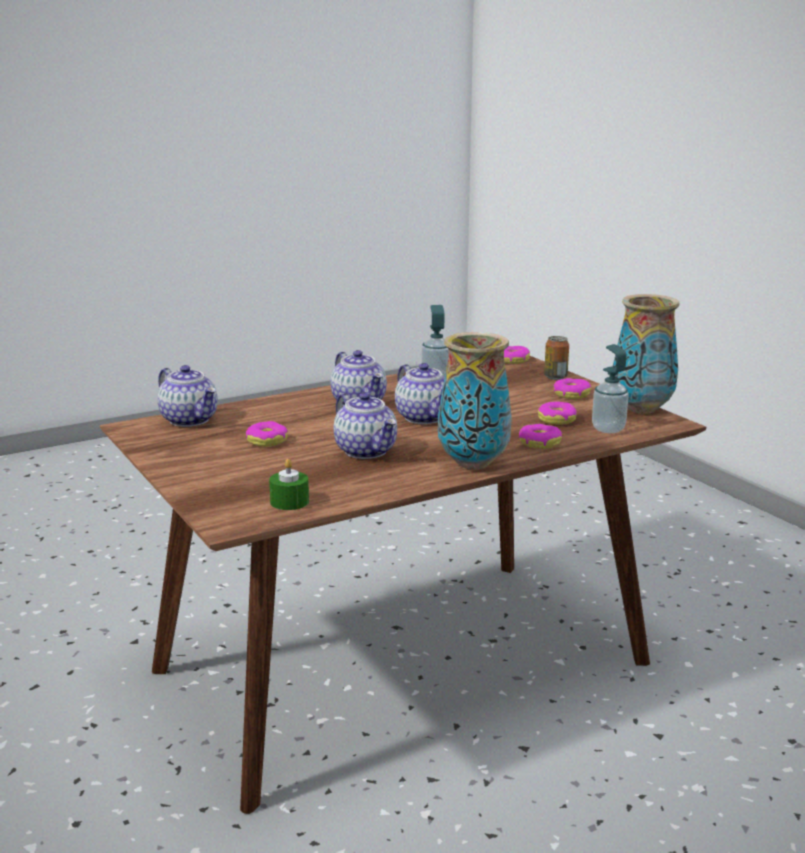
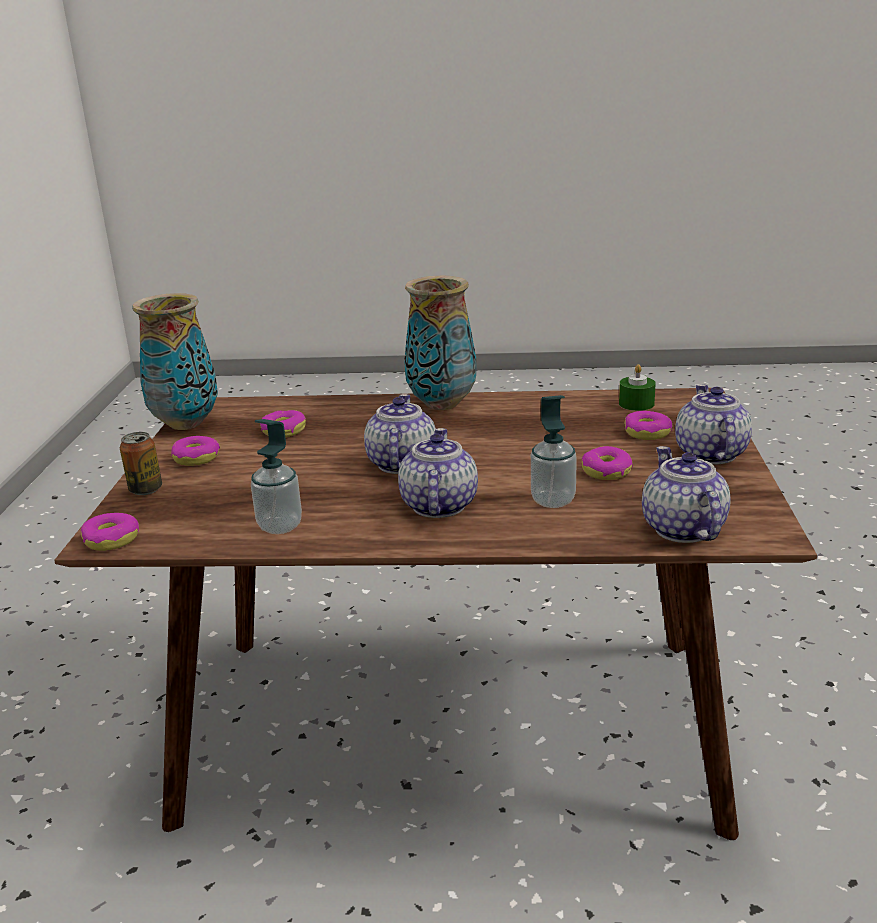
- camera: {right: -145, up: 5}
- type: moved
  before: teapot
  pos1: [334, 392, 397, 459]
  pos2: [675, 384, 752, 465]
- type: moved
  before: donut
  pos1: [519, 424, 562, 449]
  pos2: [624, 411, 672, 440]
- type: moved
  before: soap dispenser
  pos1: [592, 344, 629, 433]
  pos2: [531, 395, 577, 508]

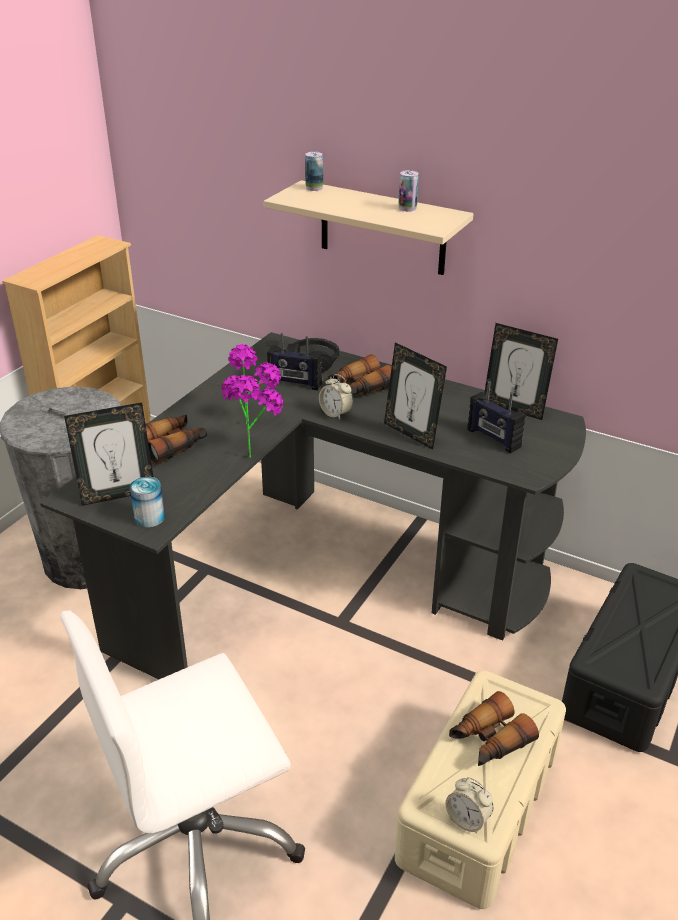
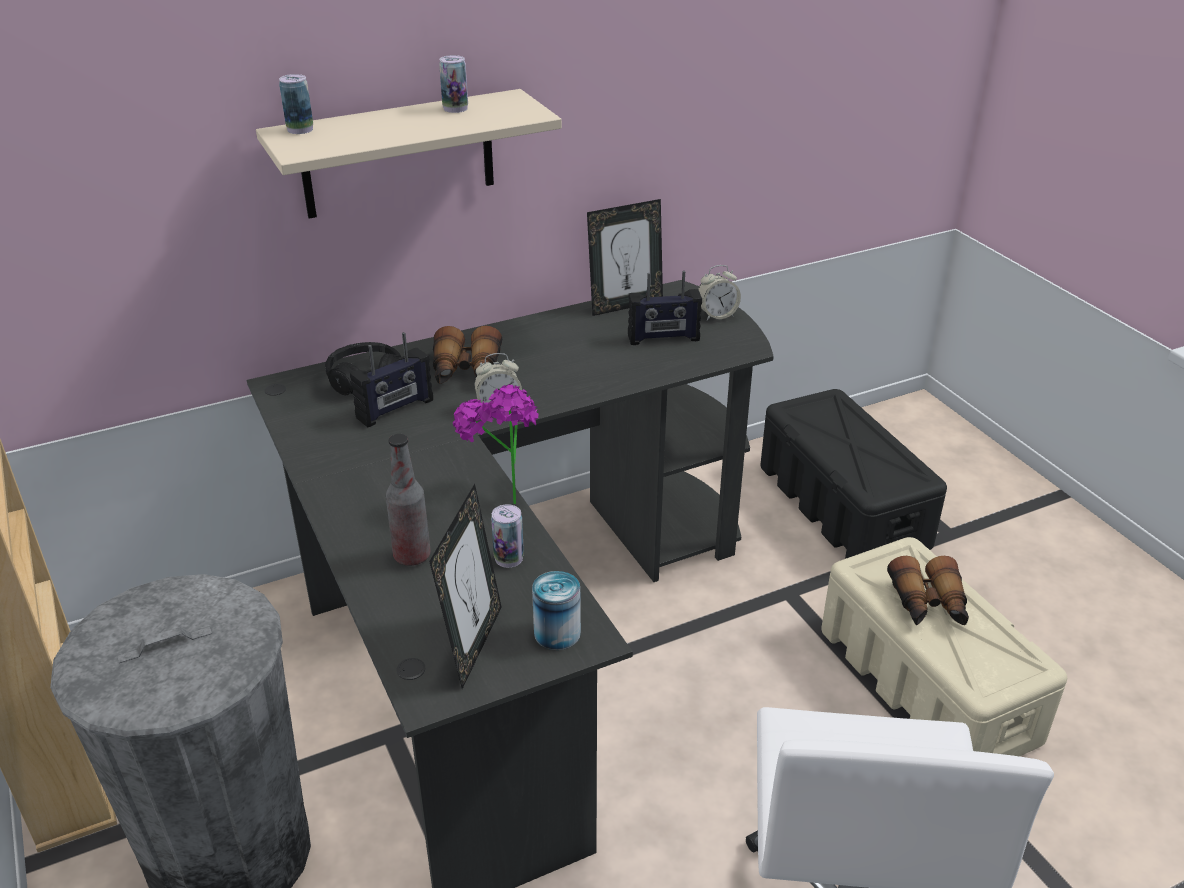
- camera: {right: -55, up: 0}
- type: replaced
  before: binoculars
  after: bottle
  pos1: [145, 414, 207, 465]
  pos2: [386, 434, 431, 566]
- type: removed
  before: potted plant
  pos1: [228, 344, 281, 425]
- type: removed
  before: picture frame
  pos1: [384, 342, 447, 450]
- type: moved
  before: alarm clock
  pos1: [445, 777, 494, 834]
  pos2: [698, 265, 741, 320]
- type: added
  after: can
  pos2: [491, 504, 524, 568]

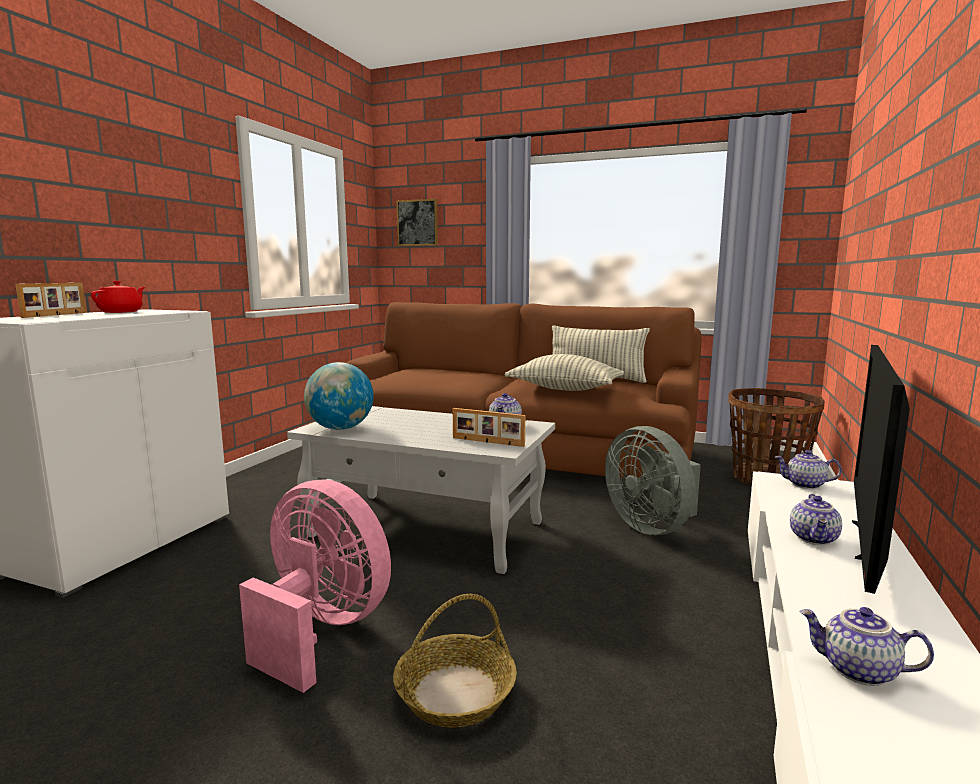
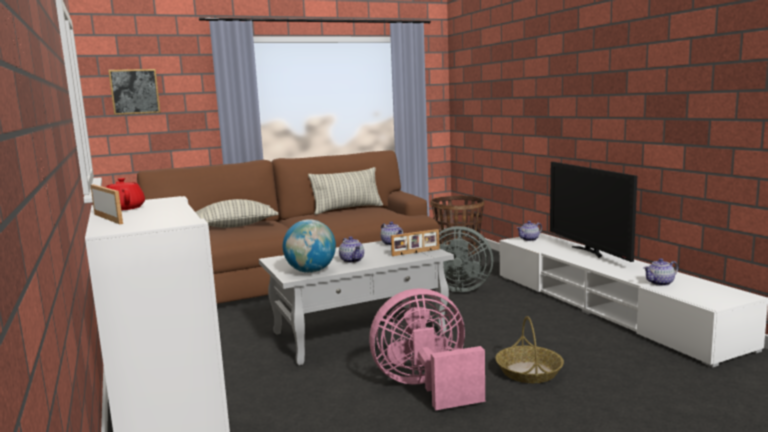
- camera: {right: -45, up: 0}
- type: moved
  before: pillow
  pos1: [505, 354, 624, 391]
  pos2: [196, 199, 279, 228]
- type: moved
  before: teapot
  pos1: [790, 494, 842, 545]
  pos2: [339, 237, 364, 263]

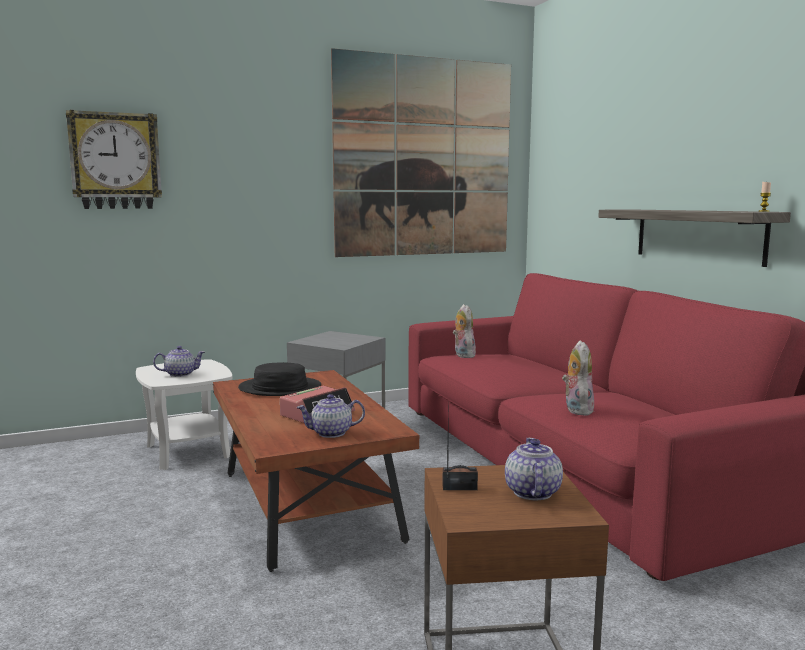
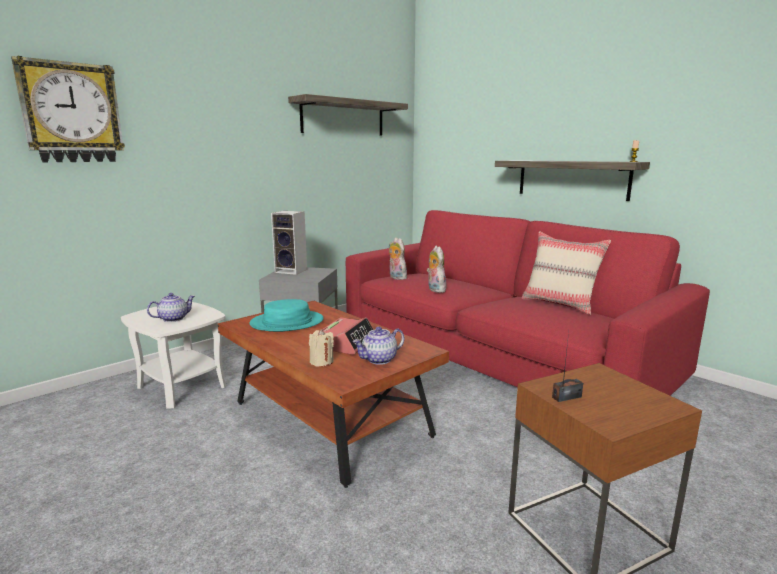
- camera: {right: -20, up: 5}
- type: recoloured
  before: black hat
  after: turquoise hat
  pos1: [238, 362, 321, 396]
  pos2: [250, 299, 324, 332]
- type: replaced
  before: picture
  after: shelf
  pos1: [331, 48, 511, 257]
  pos2: [288, 94, 408, 136]
- type: removed
  before: teapot
  pos1: [505, 438, 563, 500]
- type: moved
  before: plush toy
  pos1: [562, 340, 594, 416]
  pos2: [427, 246, 447, 293]
- type: added
  after: speaker
  pos2: [271, 211, 307, 275]
- type: added
  after: beige candle
  pos2: [309, 329, 334, 366]
- type: added
  after: beige pillow
  pos2: [521, 232, 611, 315]

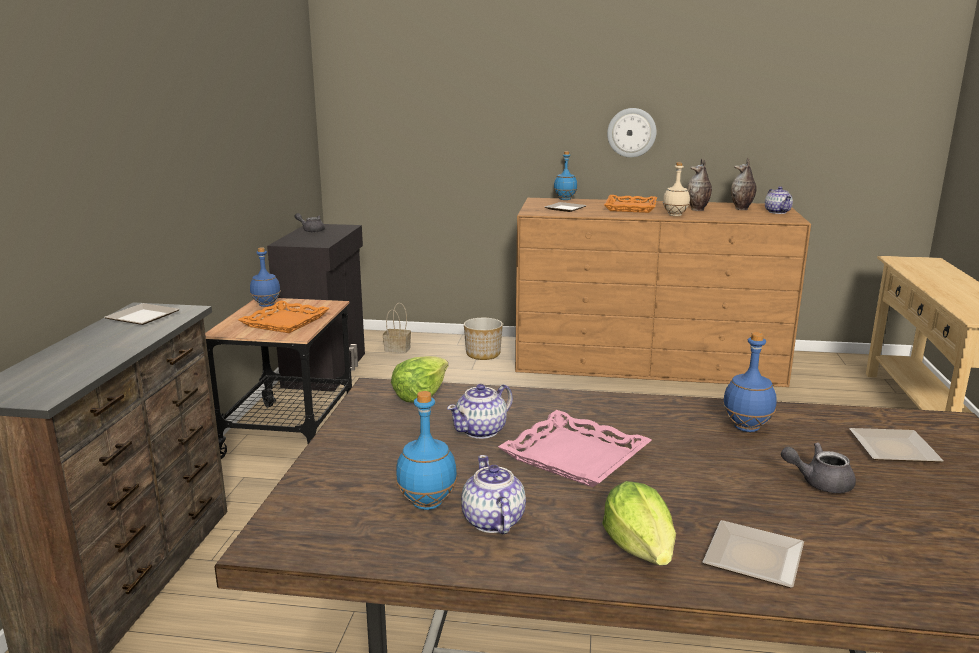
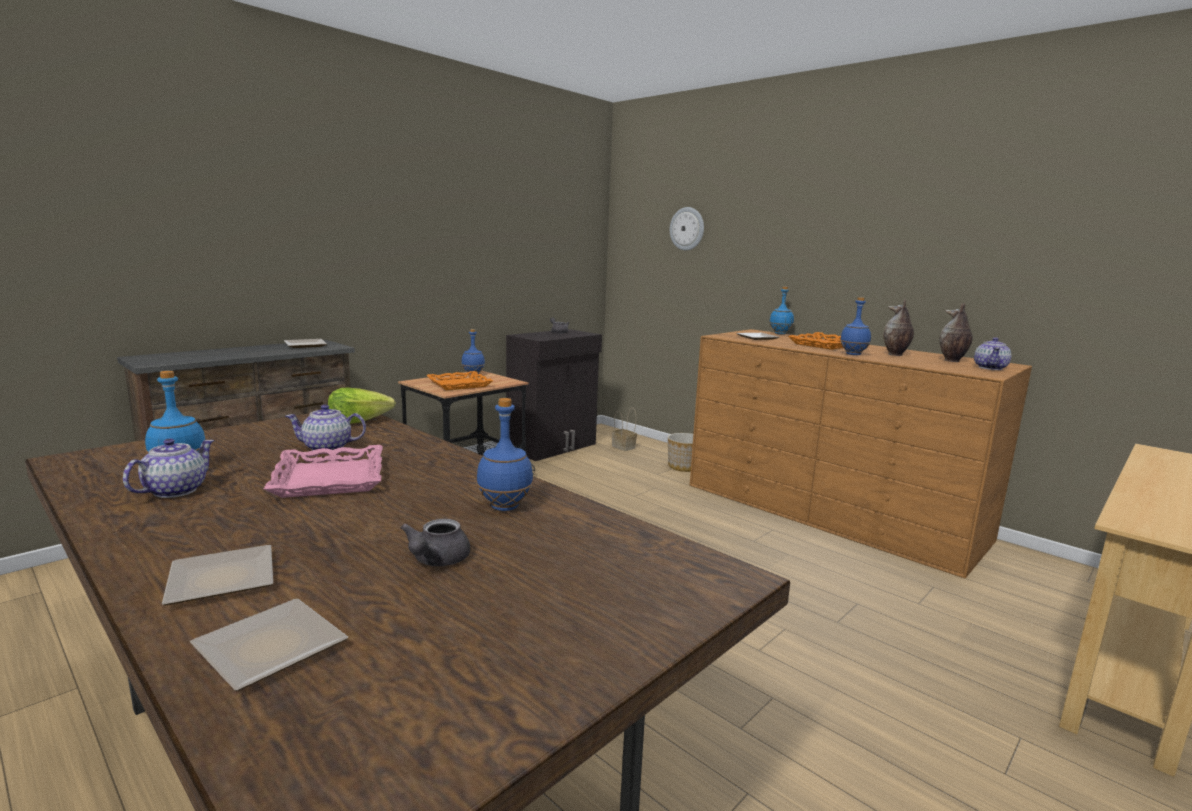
- camera: {right: 35, up: -5}
- type: removed
  before: lettuce
  pos1: [602, 481, 676, 565]
- type: moved
  before: wall clock
  pos1: [607, 108, 657, 158]
  pos2: [670, 207, 704, 250]
- type: recoloured
  before: beige bottle
  after: blue bottle
  pos1: [663, 162, 690, 216]
  pos2: [840, 297, 871, 355]
- type: turned
  before: grey teapot
  pos1: [781, 442, 856, 493]
  pos2: [400, 519, 470, 566]
  turn: -120
- type: moved
  before: plate
  pos1: [849, 428, 944, 462]
  pos2: [190, 599, 348, 691]

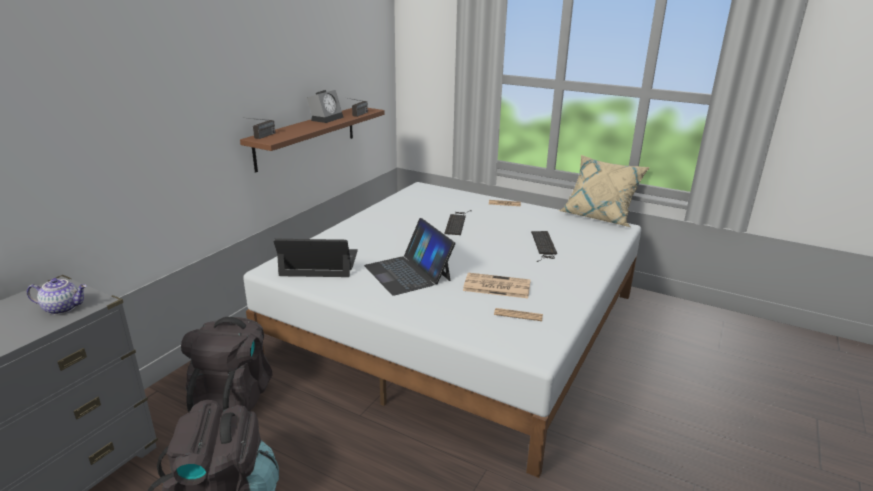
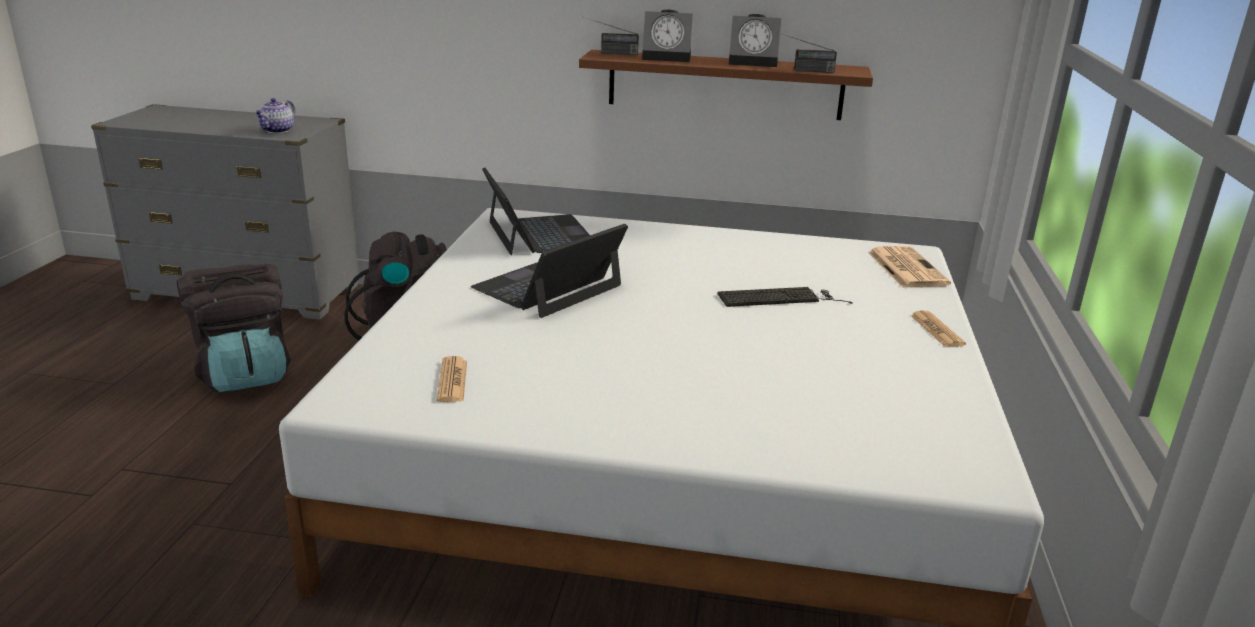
- camera: {right: 70, up: 0}
- type: turned
  before: teapot
  pos1: [27, 278, 87, 315]
  pos2: [254, 98, 295, 134]
  turn: 45
- type: moved
  before: newspaper
  pos1: [463, 273, 531, 298]
  pos2: [868, 246, 951, 288]
- type: removed
  before: keyboard
  pos1: [531, 231, 557, 262]
- type: removed
  before: beige pillow
  pos1: [558, 155, 650, 227]
- type: added
  after: alarm clock
  pos2: [642, 10, 693, 62]

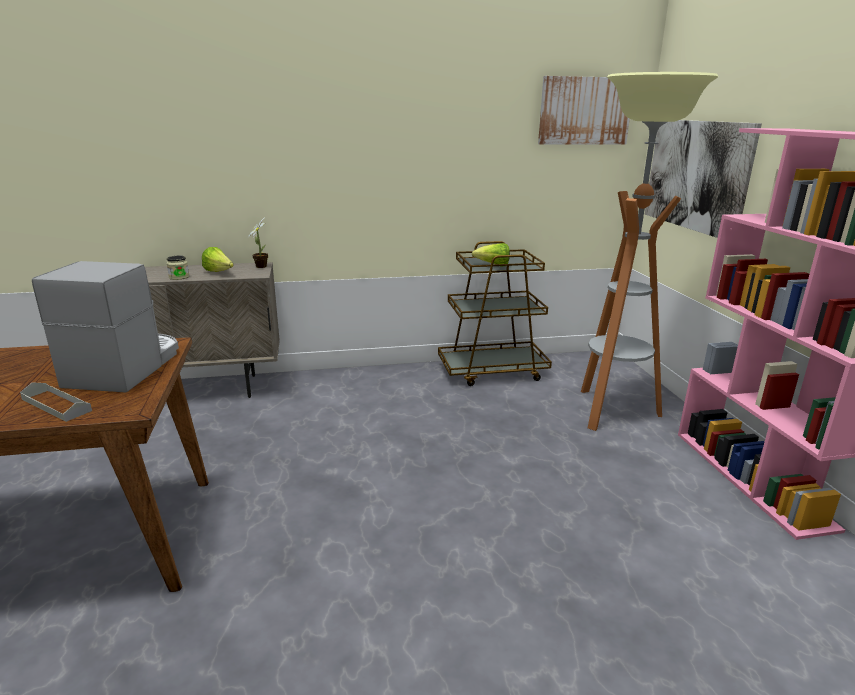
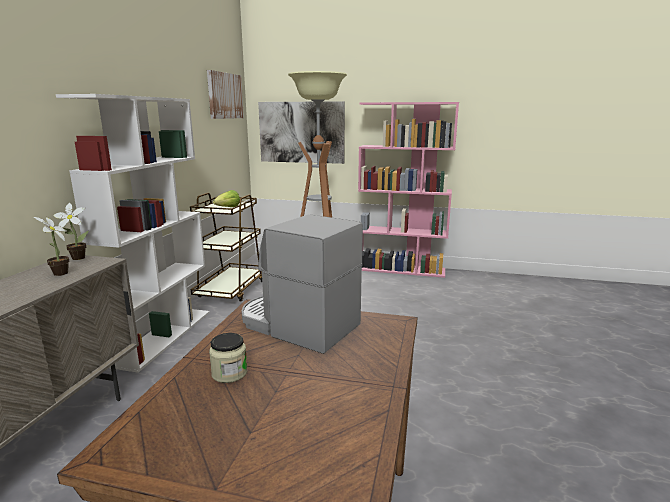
- camera: {right: -65, up: -5}
- type: removed
  before: grey tray
  pos1: [20, 382, 92, 422]
- type: moved
  before: jar
  pos1: [167, 256, 189, 280]
  pos2: [209, 333, 248, 383]
- type: replaced
  before: lettuce
  after: potted plant
  pos1: [202, 247, 234, 272]
  pos2: [34, 217, 70, 276]
- type: added
  after: white bookcase
  pos2: [56, 94, 210, 373]

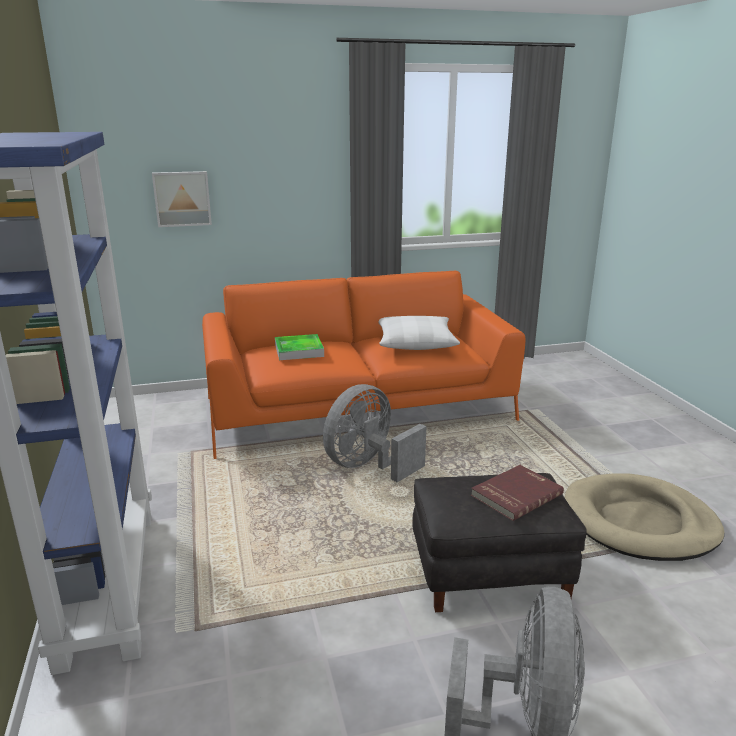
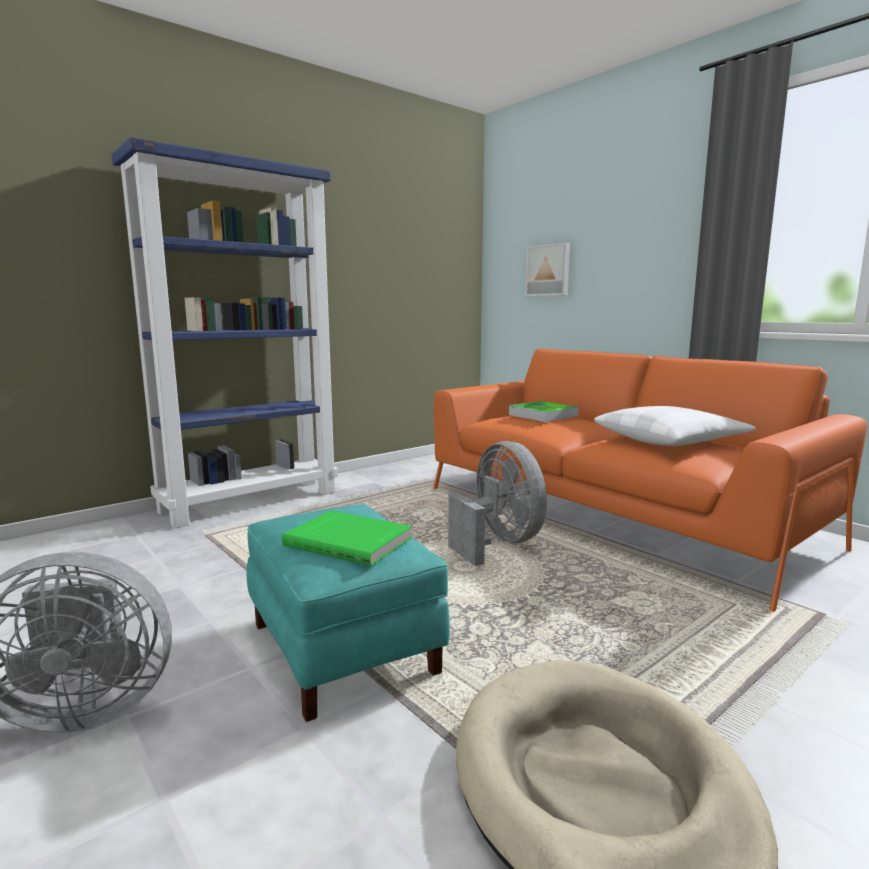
- camera: {right: 65, up: -10}
- type: turned
  before: grey fan
  pos1: [323, 384, 426, 482]
  pos2: [448, 441, 547, 566]
  turn: 45
- type: recoloured
  before: black ottoman
  after: turquoise ottoman
  pos1: [412, 473, 587, 612]
  pos2: [246, 504, 450, 722]
- type: recoloured
  before: red book
  after: green book
  pos1: [471, 465, 564, 521]
  pos2: [282, 510, 412, 566]

